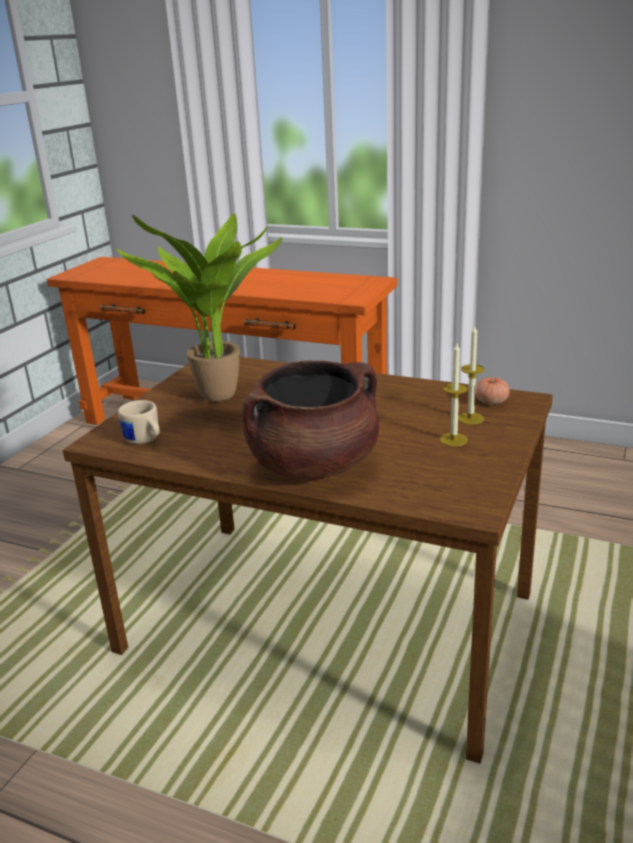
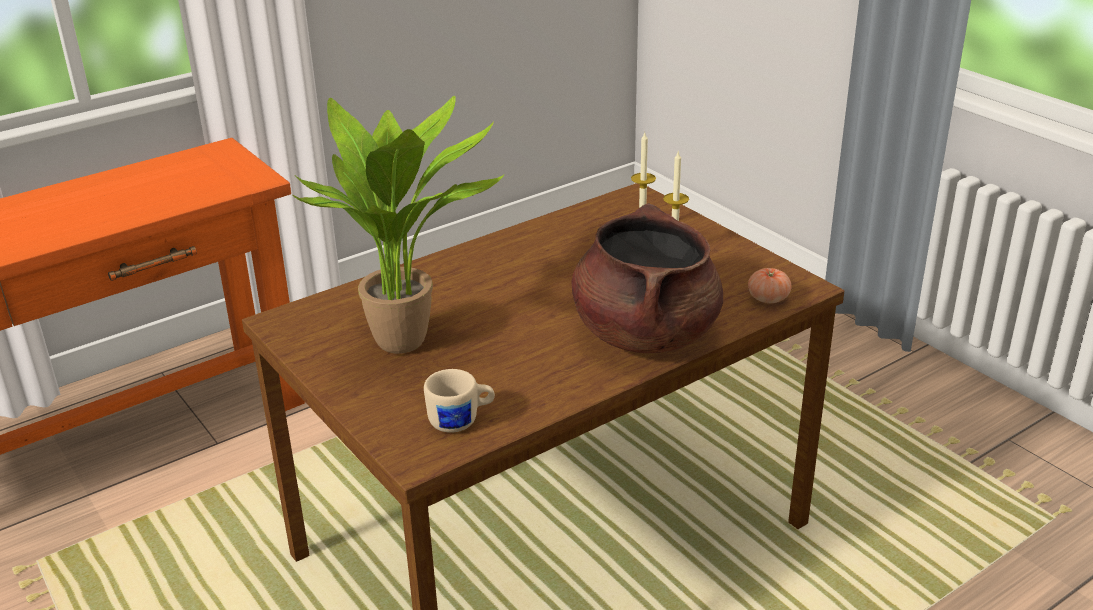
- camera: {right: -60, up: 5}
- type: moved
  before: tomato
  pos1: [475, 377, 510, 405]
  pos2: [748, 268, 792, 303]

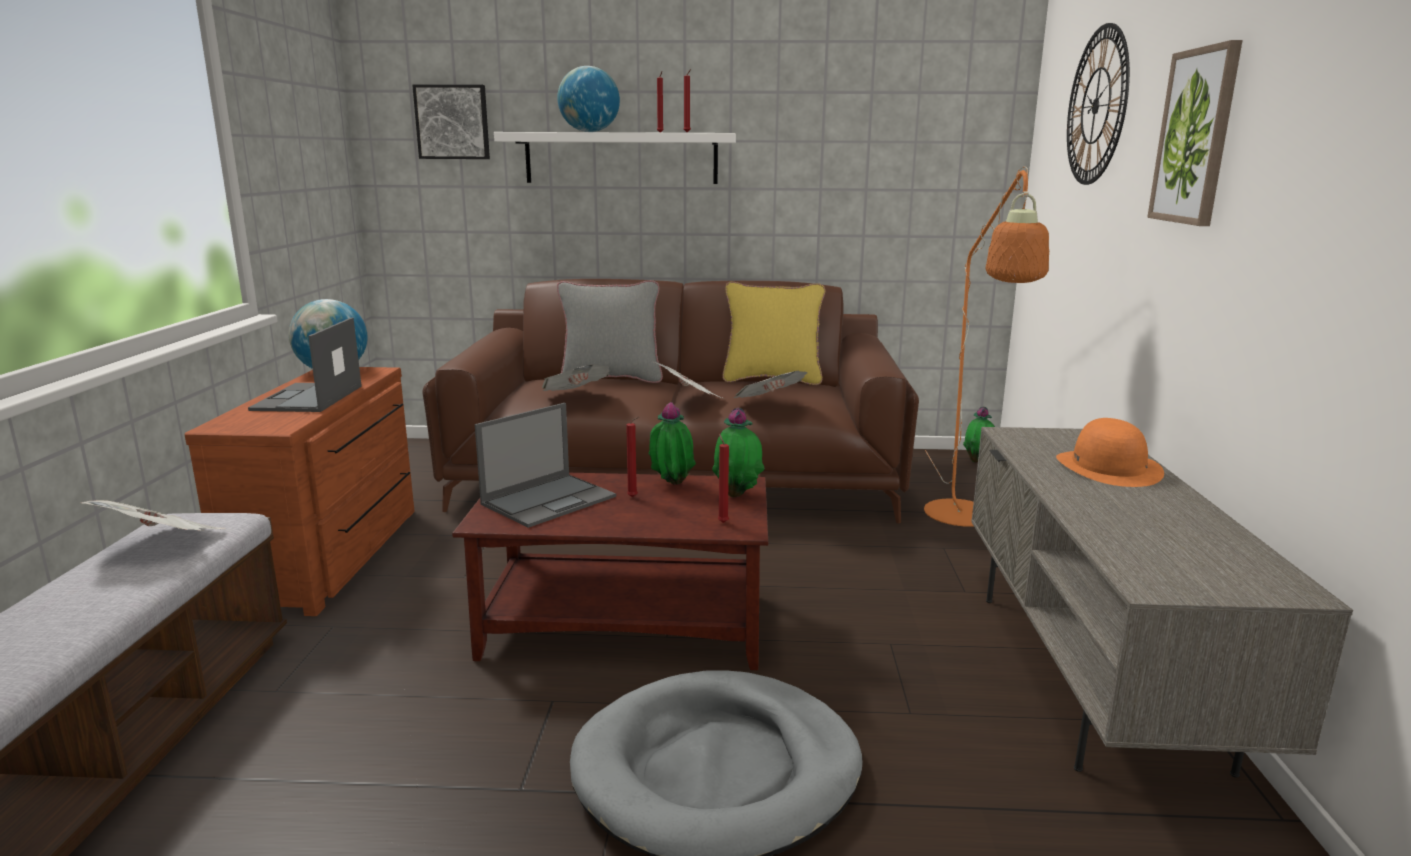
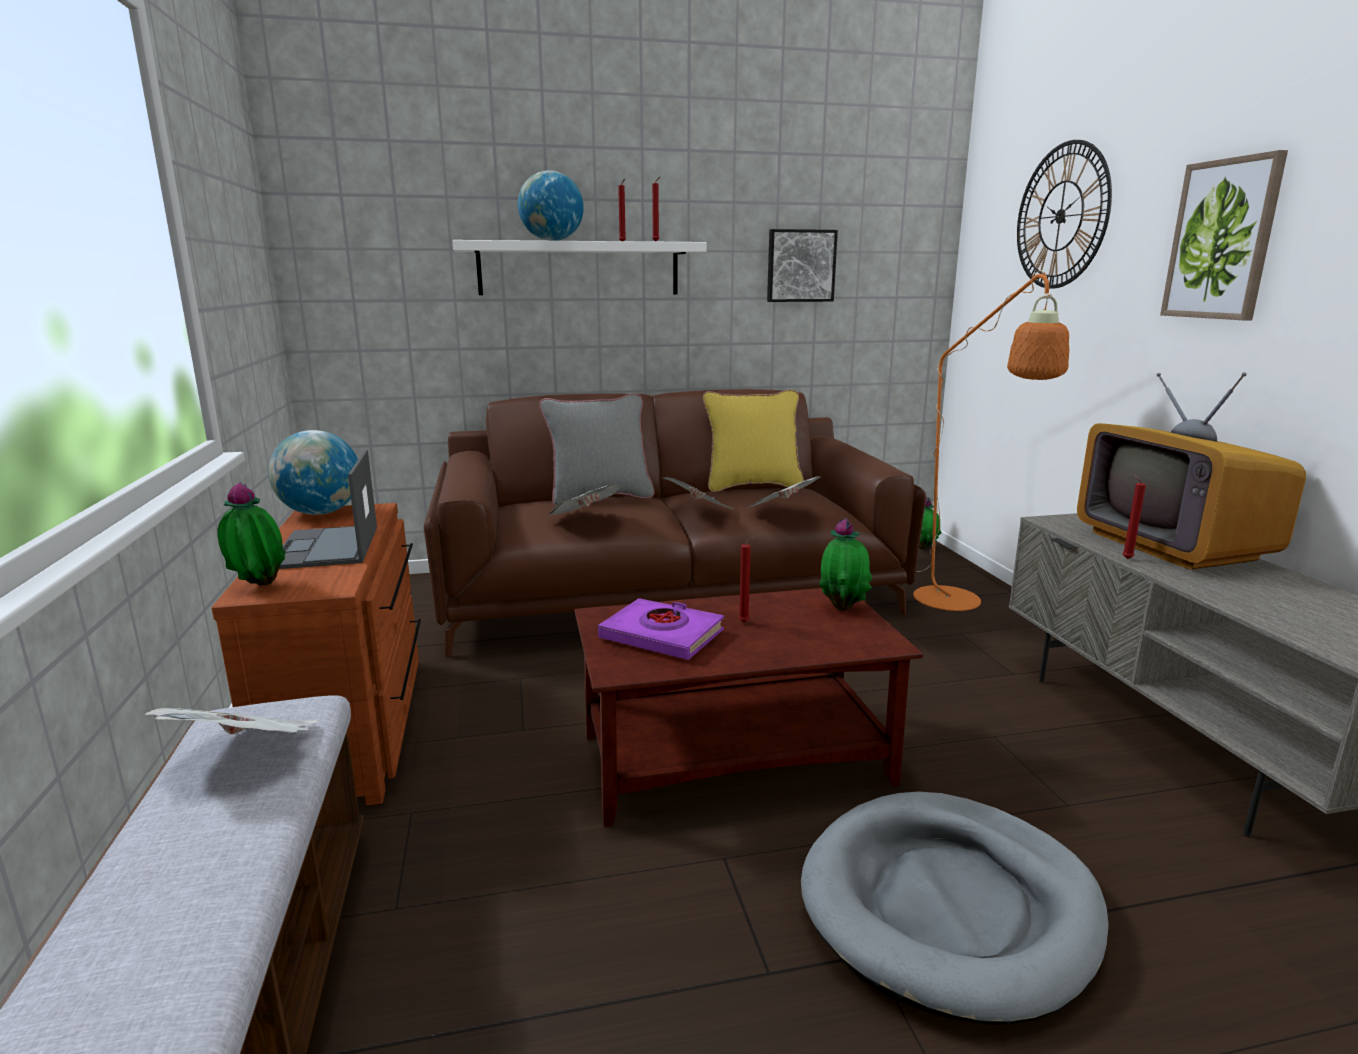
- camera: {right: -15, up: 0}
- type: moved
  before: picture
  pos1: [412, 84, 490, 159]
  pos2: [767, 229, 838, 302]
- type: replaced
  before: laptop
  after: purple book
  pos1: [475, 403, 616, 528]
  pos2: [598, 598, 724, 660]
- type: moved
  before: potted plant
  pos1: [648, 402, 696, 485]
  pos2: [218, 482, 285, 586]
- type: moved
  before: red candle
  pos1: [718, 434, 729, 523]
  pos2: [1122, 474, 1146, 559]
- type: replaced
  before: orange hat
  after: television
  pos1: [1056, 418, 1164, 487]
  pos2: [1077, 372, 1306, 570]

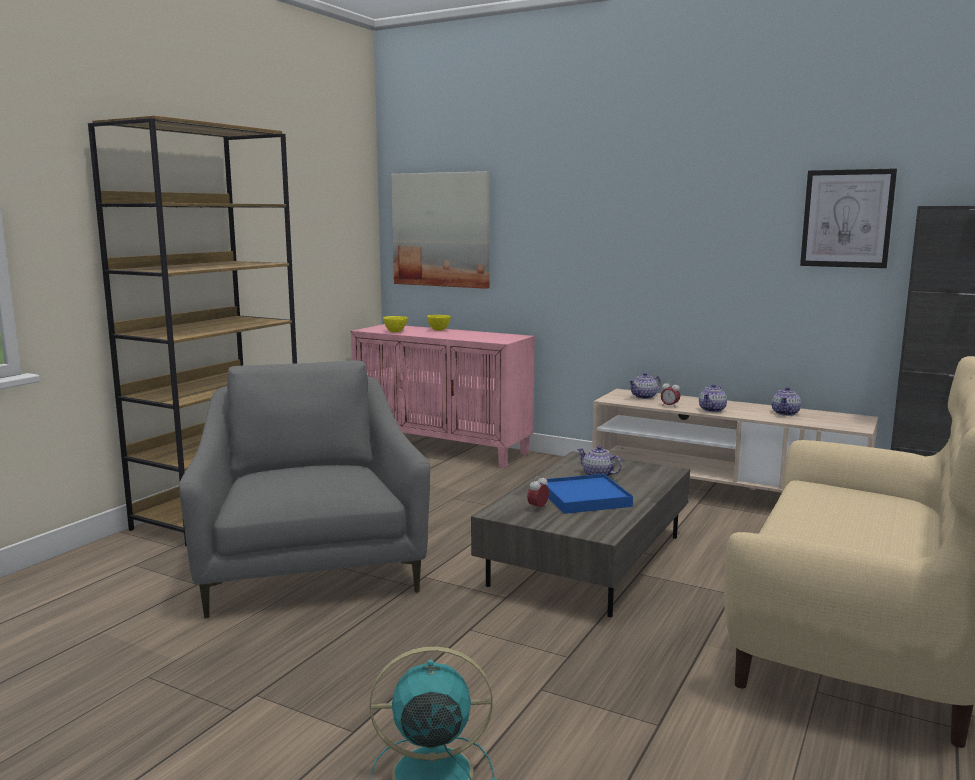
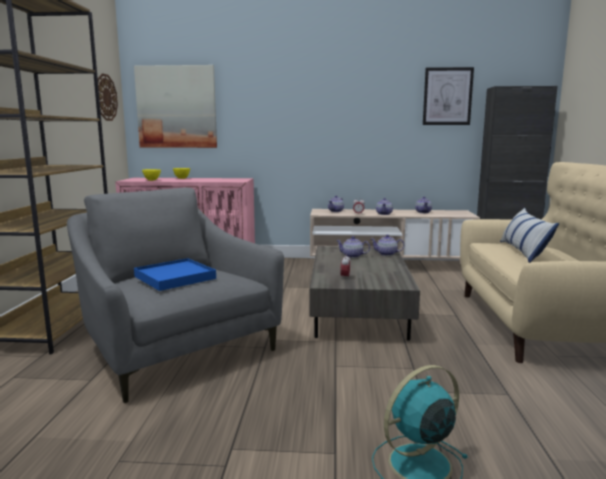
- camera: {right: -25, up: 0}
- type: moved
  before: blue tray
  pos1: [540, 474, 633, 514]
  pos2: [134, 258, 216, 291]
- type: added
  after: wall clock
  pos2: [98, 73, 118, 121]
- type: added
  after: teapot
  pos2: [371, 235, 405, 256]
- type: added
  after: pillow
  pos2: [500, 208, 559, 263]

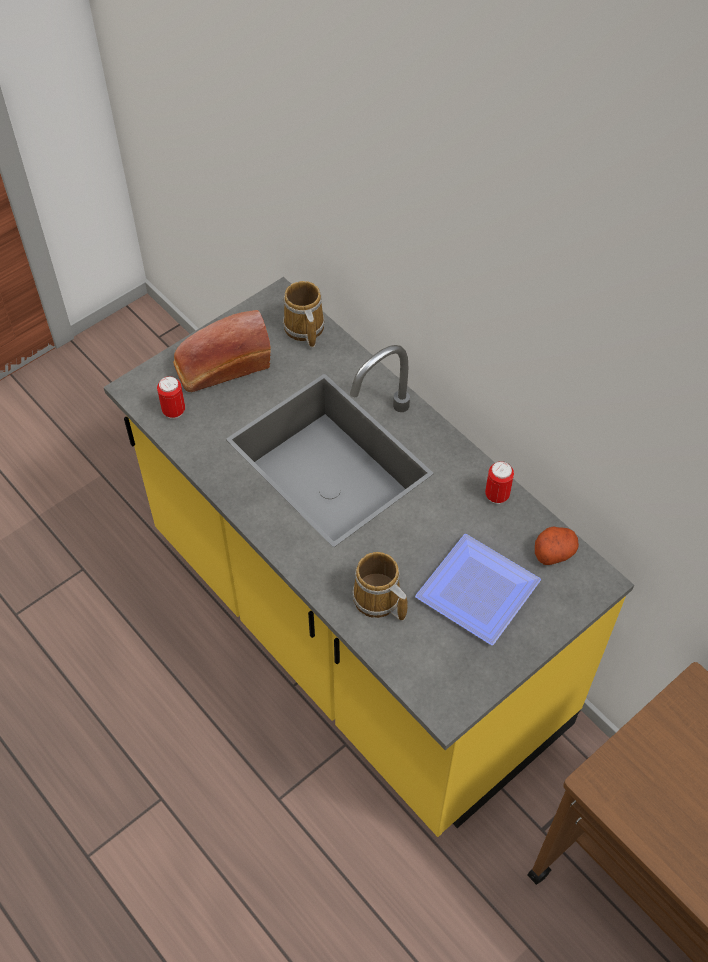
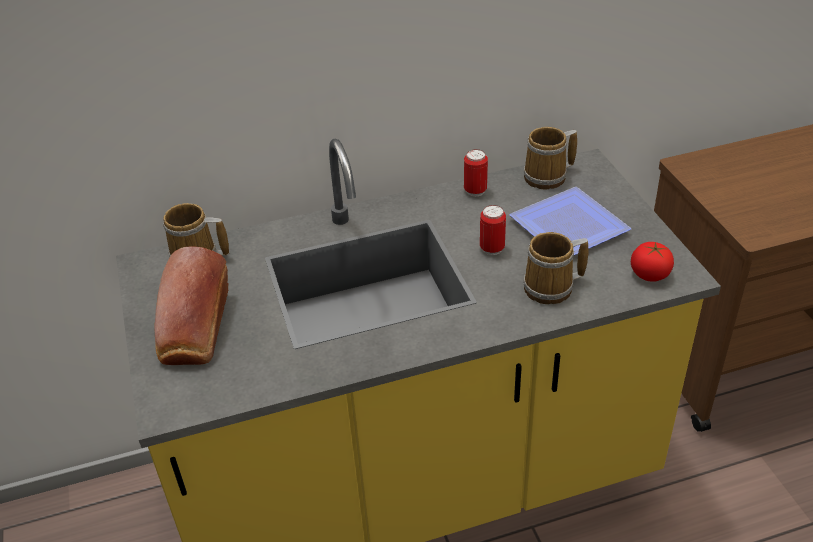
- camera: {right: -65, up: -15}
- type: moved
  before: can
  pos1: [157, 376, 185, 419]
  pos2: [480, 205, 506, 255]
- type: replaced
  before: potato
  after: mug
  pos1: [535, 526, 579, 565]
  pos2: [524, 127, 577, 190]
- type: added
  after: tomato
  pos2: [631, 242, 674, 282]

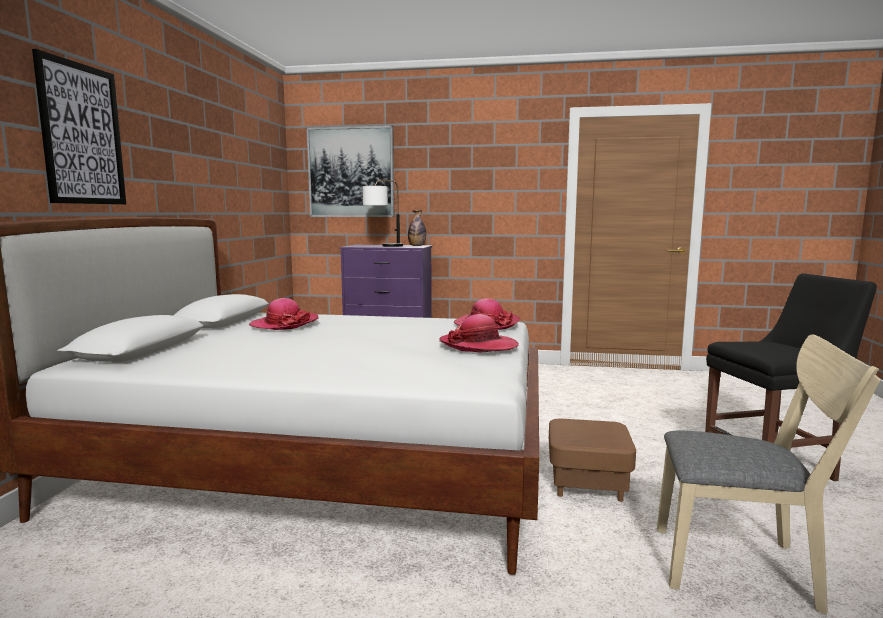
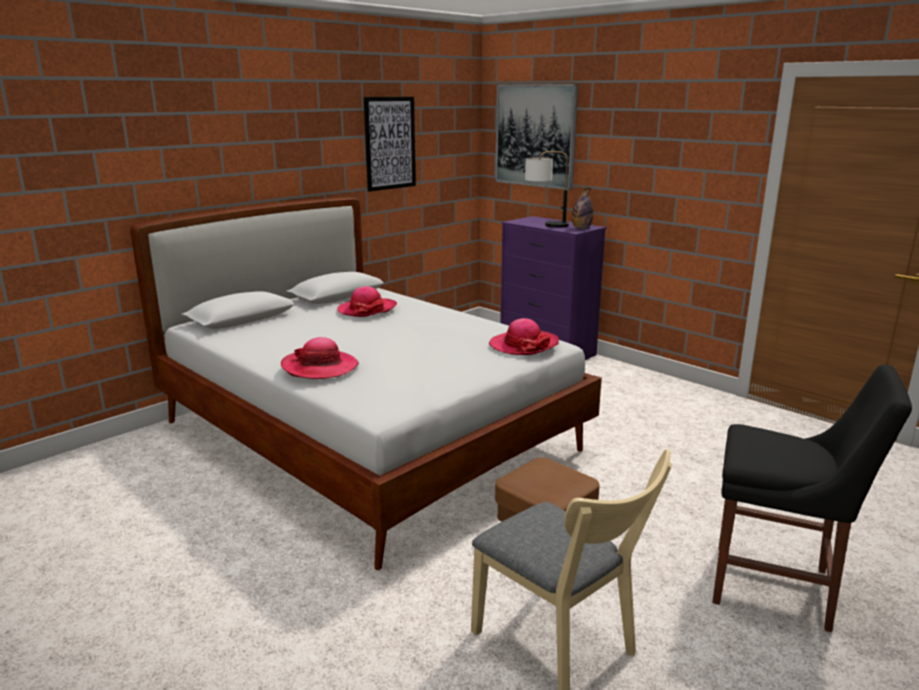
- camera: {right: 35, up: 10}
- type: moved
  before: picture
  pos1: [32, 49, 126, 204]
  pos2: [364, 97, 416, 192]
- type: moved
  before: hat
  pos1: [439, 314, 519, 352]
  pos2: [281, 337, 359, 379]

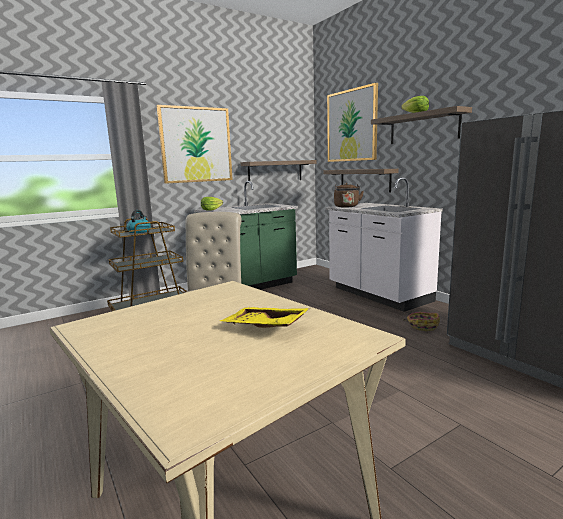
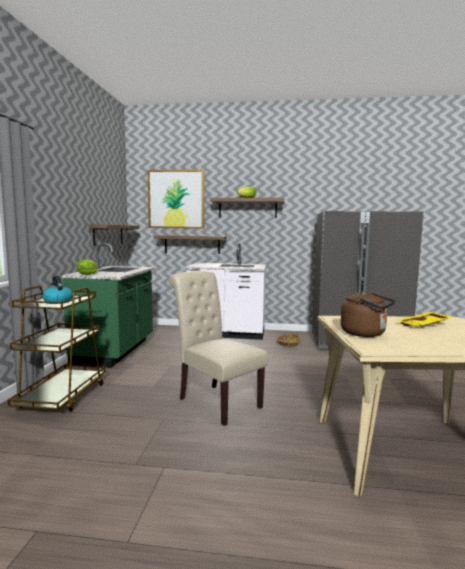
- camera: {right: -50, up: -5}
- type: removed
  before: picture
  pos1: [157, 105, 233, 184]
- type: moved
  before: brown kettle
  pos1: [334, 183, 364, 207]
  pos2: [341, 292, 395, 337]

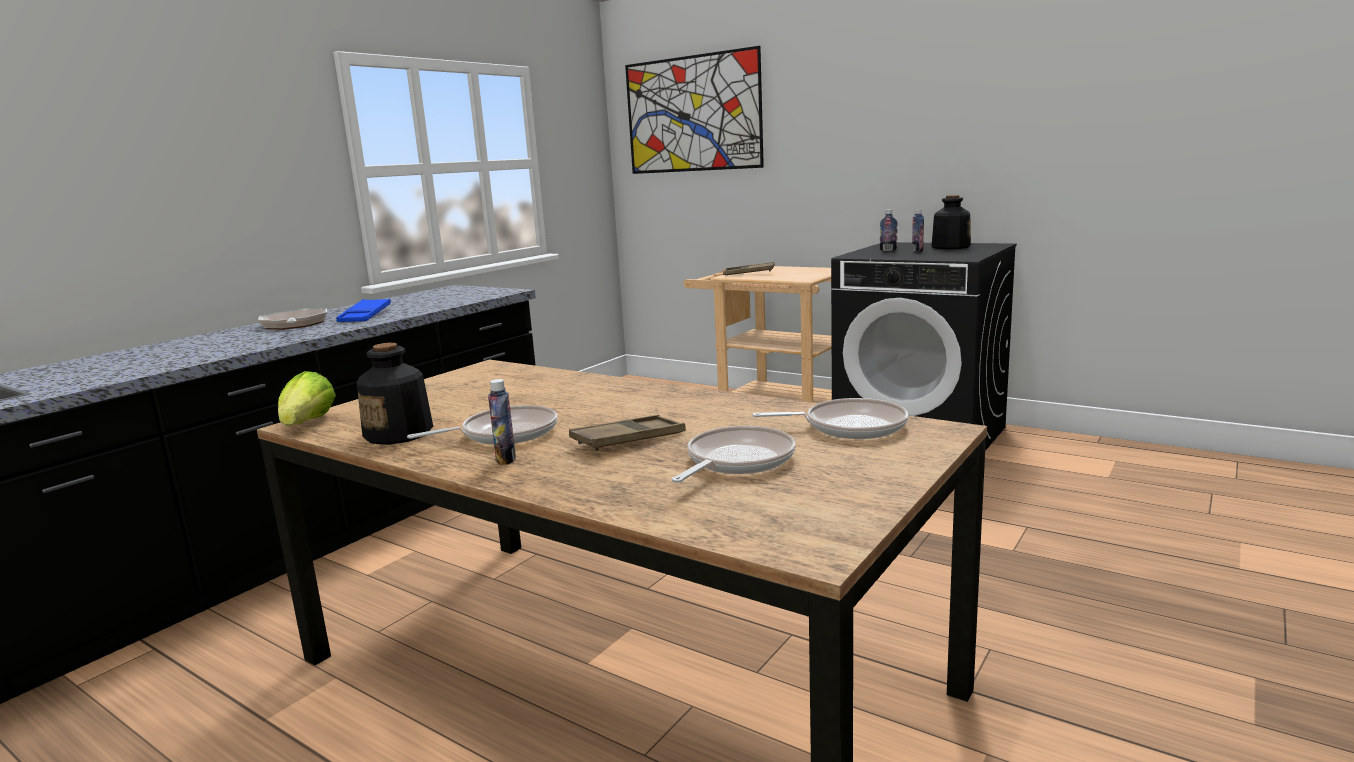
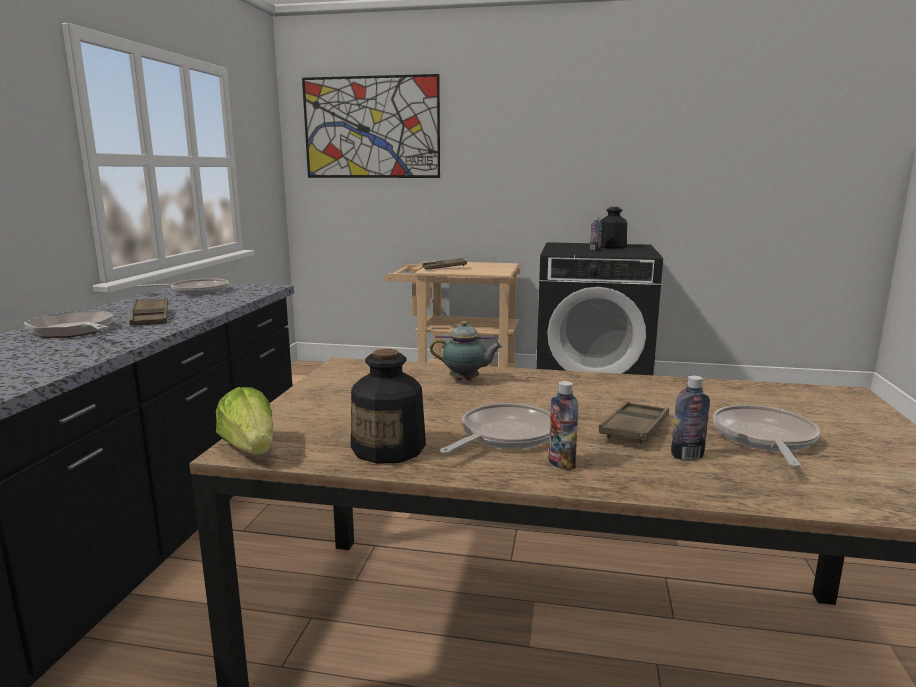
- camera: {right: -25, up: 0}
- type: recoloured
  before: blue tray
  after: brown tray
  pos1: [337, 298, 391, 322]
  pos2: [129, 298, 168, 326]
- type: moved
  before: frying pan
  pos1: [752, 398, 909, 439]
  pos2: [137, 278, 229, 295]
- type: moved
  before: bottle
  pos1: [879, 209, 898, 251]
  pos2: [671, 376, 710, 460]
- type: added
  after: teapot
  pos2: [430, 321, 503, 381]

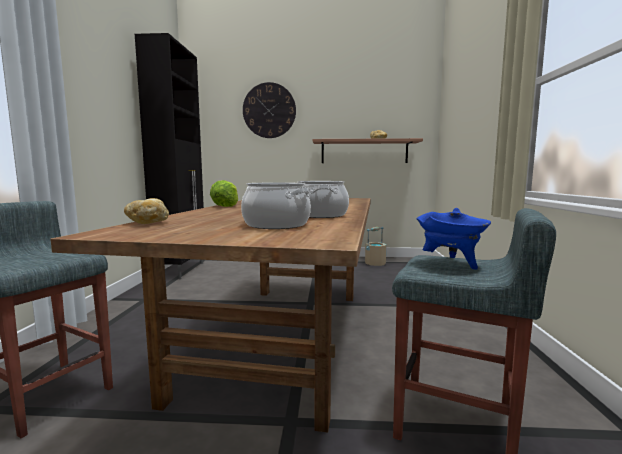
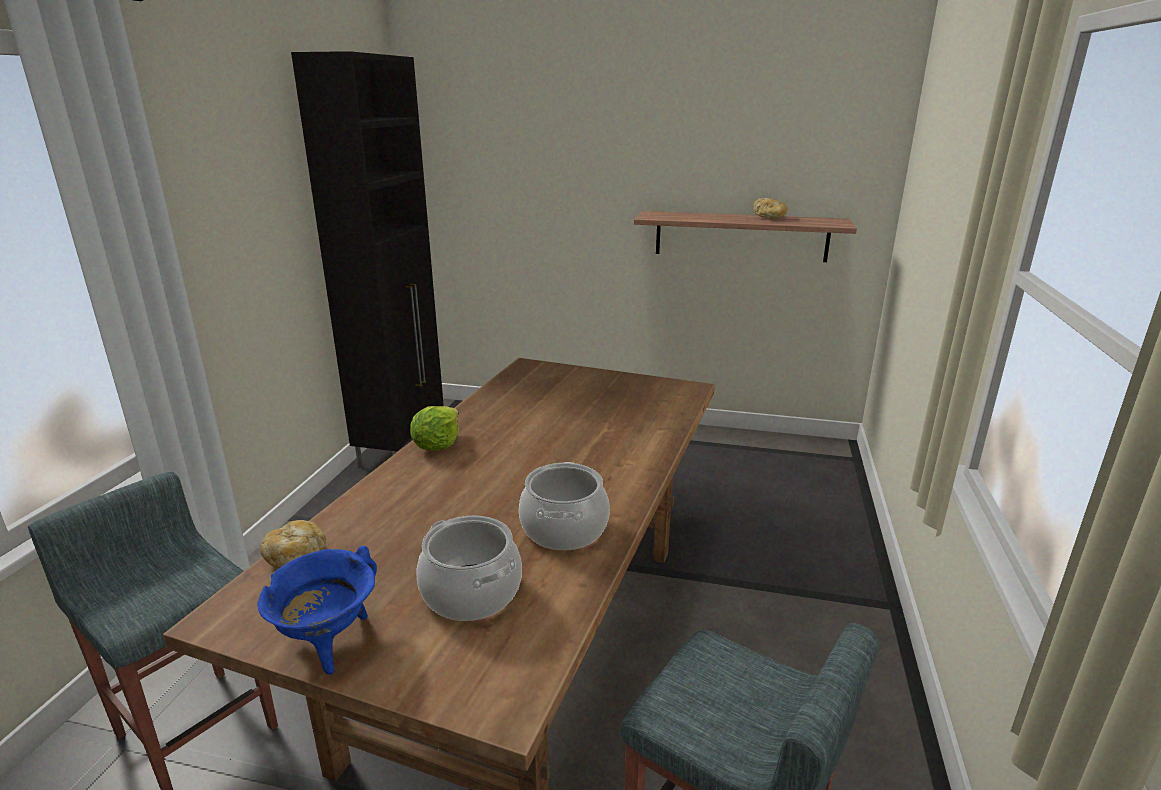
- camera: {right: 10, up: 15}
- type: removed
  before: wall clock
  pos1: [243, 82, 296, 138]
- type: removed
  before: beige bucket
  pos1: [365, 227, 386, 266]
- type: moved
  before: blue cooking pot
  pos1: [417, 208, 491, 270]
  pos2: [257, 546, 377, 675]

